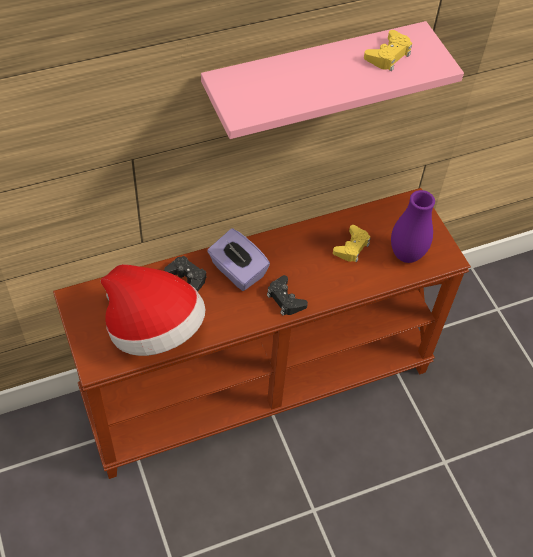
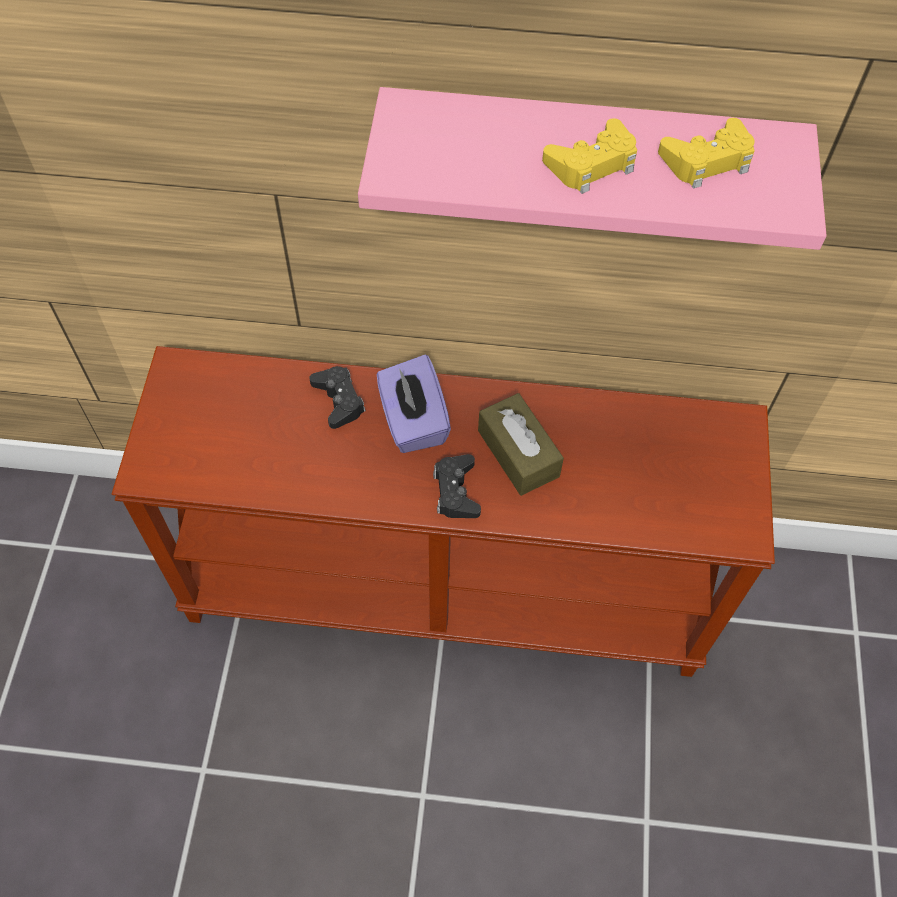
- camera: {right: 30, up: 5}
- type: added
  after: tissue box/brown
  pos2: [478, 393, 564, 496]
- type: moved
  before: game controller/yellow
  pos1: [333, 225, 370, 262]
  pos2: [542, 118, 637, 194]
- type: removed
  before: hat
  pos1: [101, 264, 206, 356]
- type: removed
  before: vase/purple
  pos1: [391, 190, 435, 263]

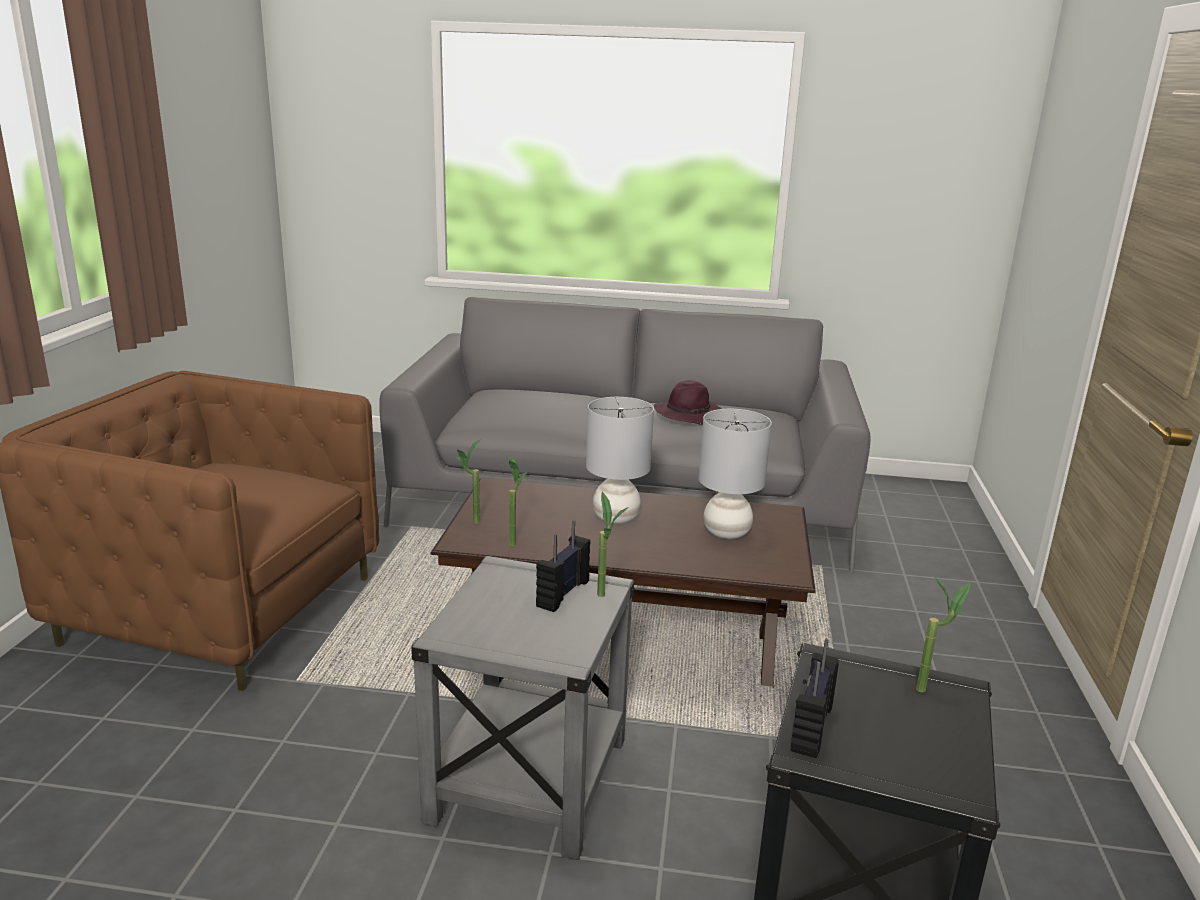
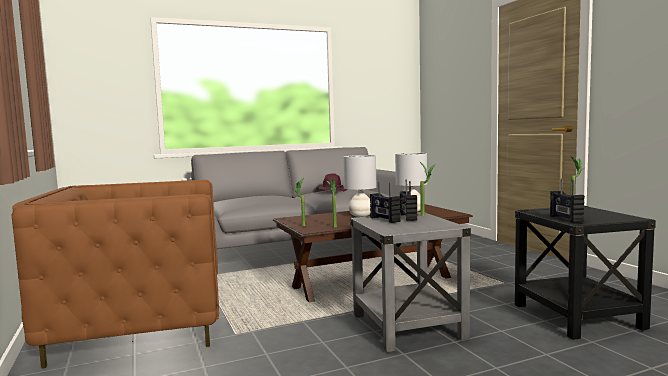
- camera: {right: -30, up: -15}
- type: added
  after: radio
  pos2: [370, 181, 401, 223]

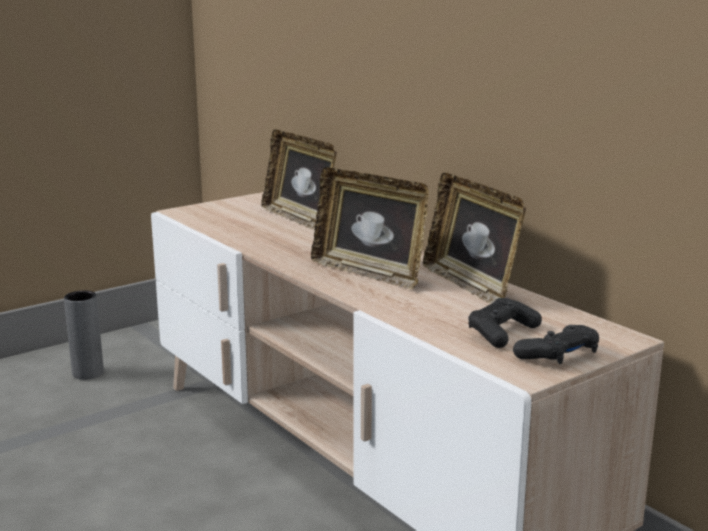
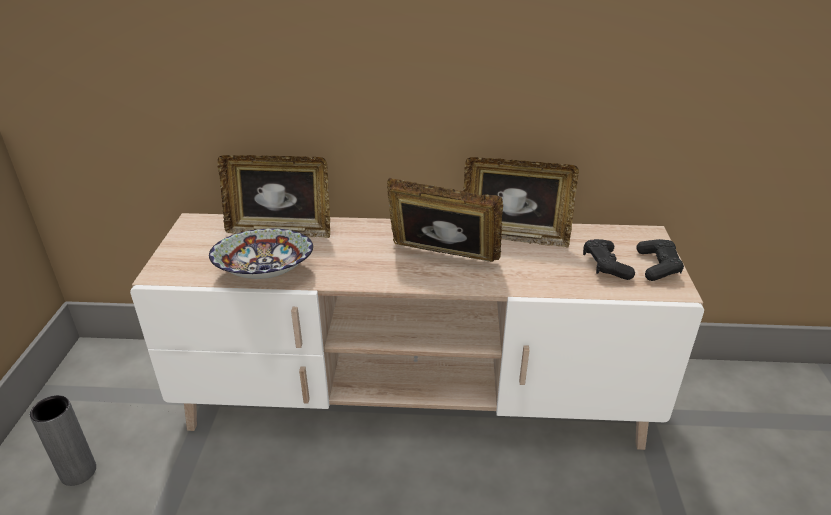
- camera: {right: -50, up: 15}
- type: added
  after: bowl
  pos2: [209, 228, 313, 279]
- type: turned
  before: picture frame
  pos1: [311, 167, 429, 289]
  pos2: [387, 178, 503, 262]
  turn: -150

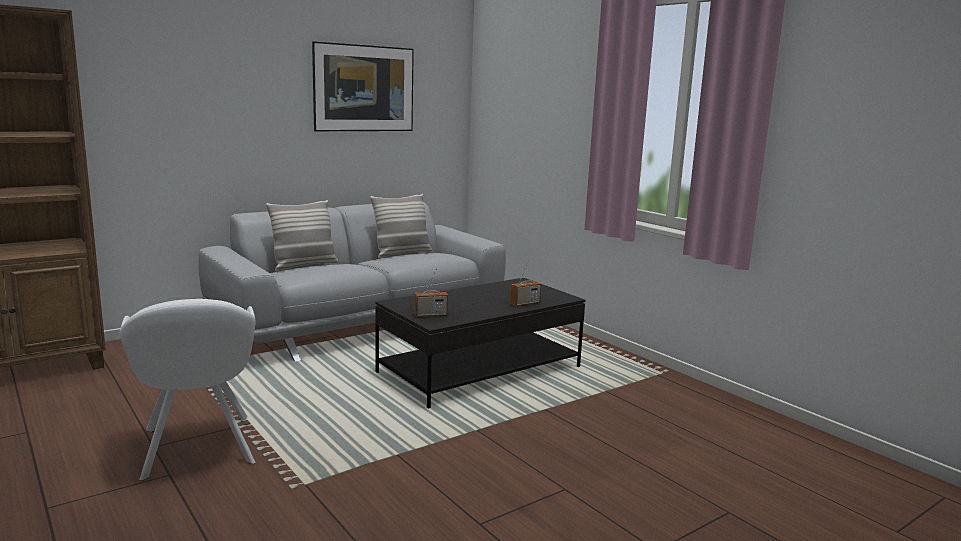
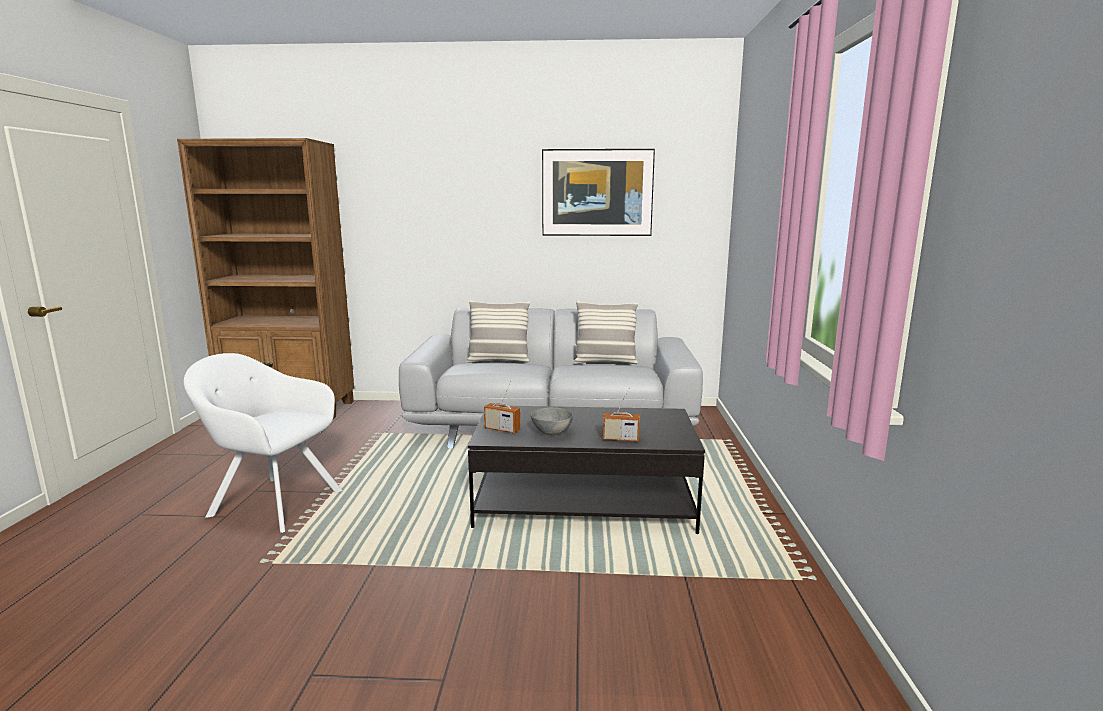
- camera: {right: 40, up: 0}
- type: turned
  before: armchair/white
  pos1: [120, 299, 256, 481]
  pos2: [184, 353, 342, 533]
  turn: 90
- type: added
  after: bowl/grey
  pos2: [531, 407, 573, 435]

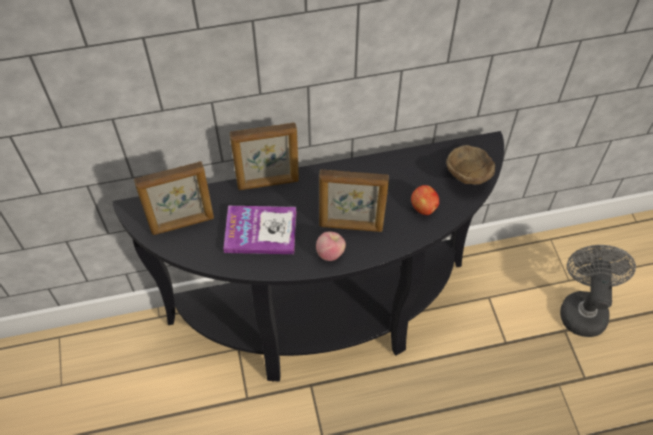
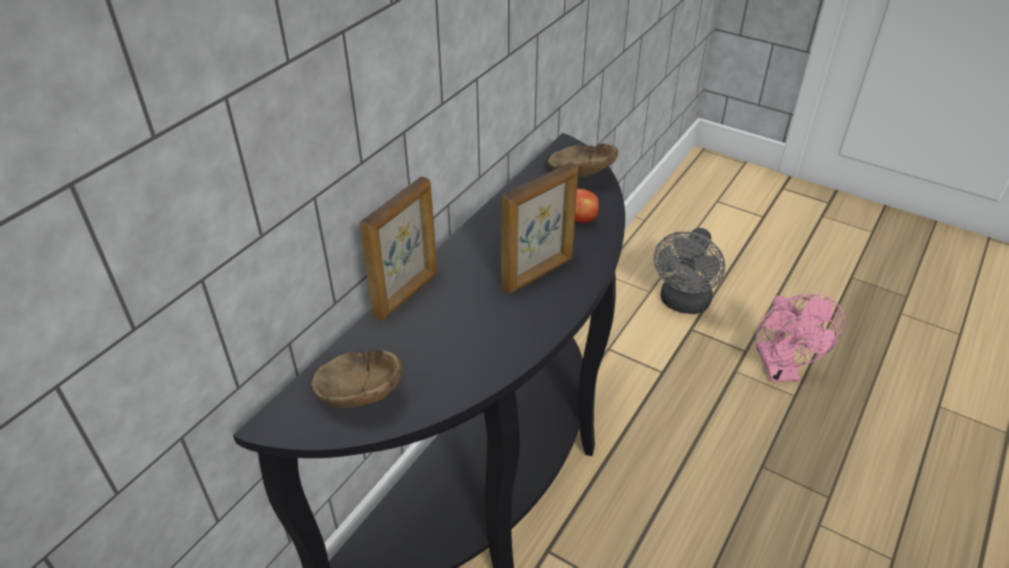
- camera: {right: -45, up: -15}
- type: replaced
  before: picture frame
  after: bowl/brown
  pos1: [134, 161, 214, 235]
  pos2: [311, 350, 403, 408]
- type: turned
  before: fan/grey
  pos1: [560, 245, 636, 337]
  pos2: [654, 228, 725, 314]
  turn: -120
- type: added
  after: fan/pink
  pos2: [755, 294, 845, 382]
- type: removed
  before: book
  pos1: [223, 206, 296, 254]
- type: removed
  before: apple
  pos1: [316, 231, 346, 261]

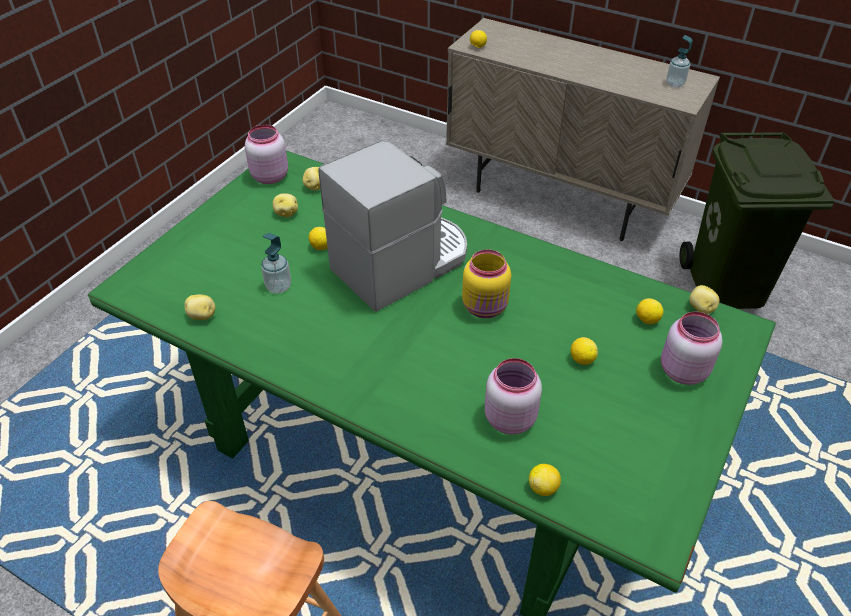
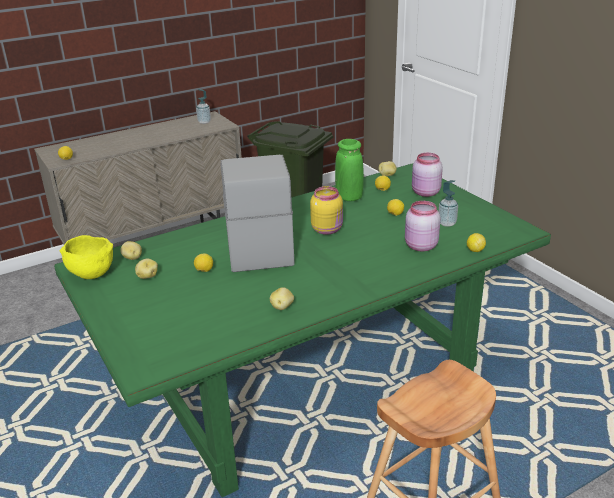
- camera: {right: -60, up: -15}
- type: replaced
  before: jar/pink
  after: bowl/yellow
  pos1: [245, 124, 288, 184]
  pos2: [60, 235, 113, 279]
- type: moved
  before: potato
  pos1: [184, 294, 216, 320]
  pos2: [270, 287, 294, 310]
- type: added
  after: vase/green
  pos2: [335, 139, 364, 201]
- type: moved
  before: soap dispenser
  pos1: [261, 233, 291, 293]
  pos2: [439, 180, 458, 227]

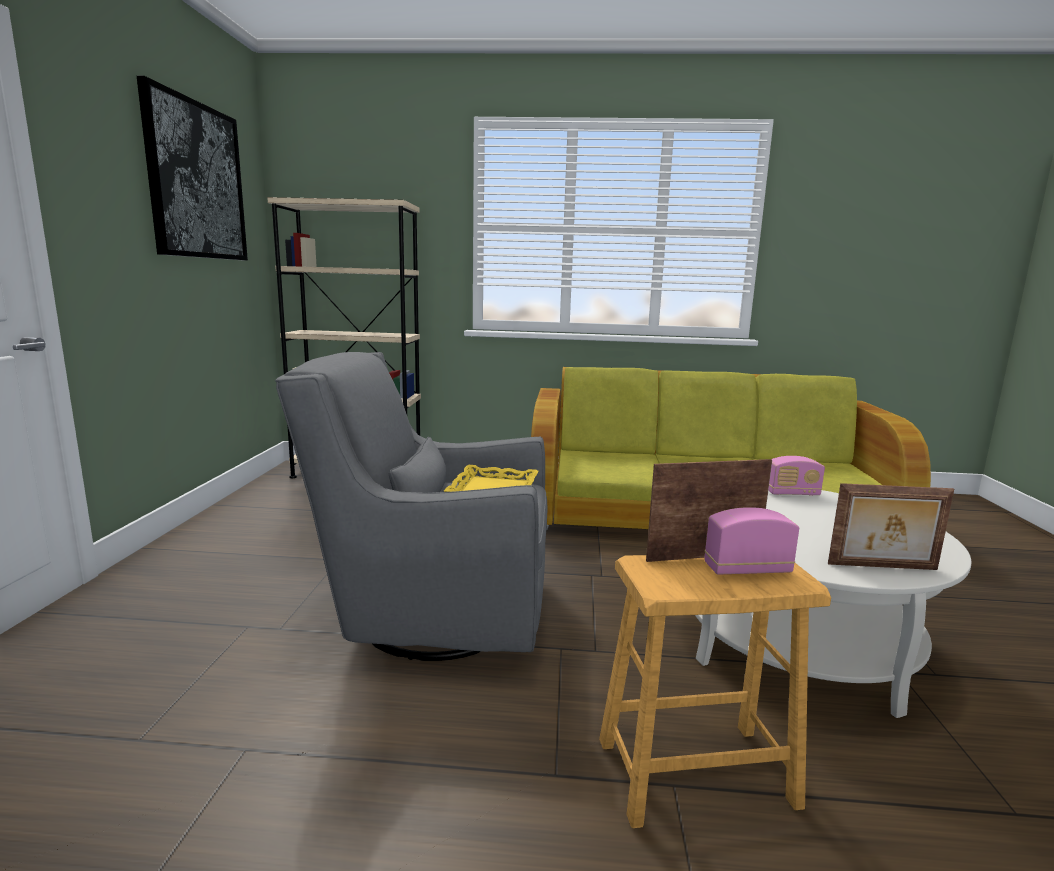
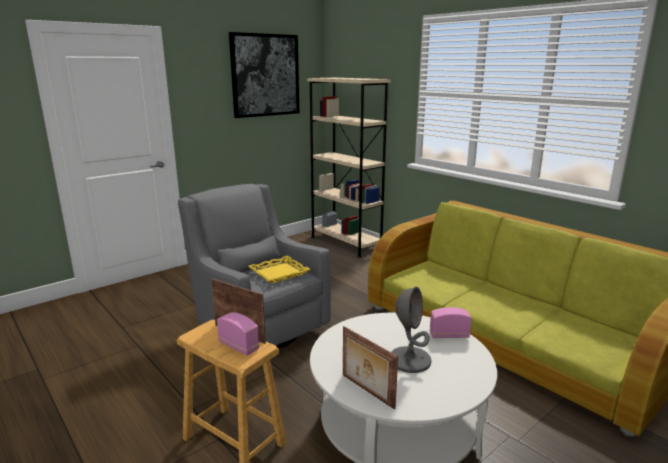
- camera: {right: 45, up: 5}
- type: added
  after: table lamp/grey
  pos2: [391, 287, 432, 373]
- type: turned
  before: radio
  pos1: [768, 456, 825, 496]
  pos2: [430, 307, 472, 338]
  turn: 135

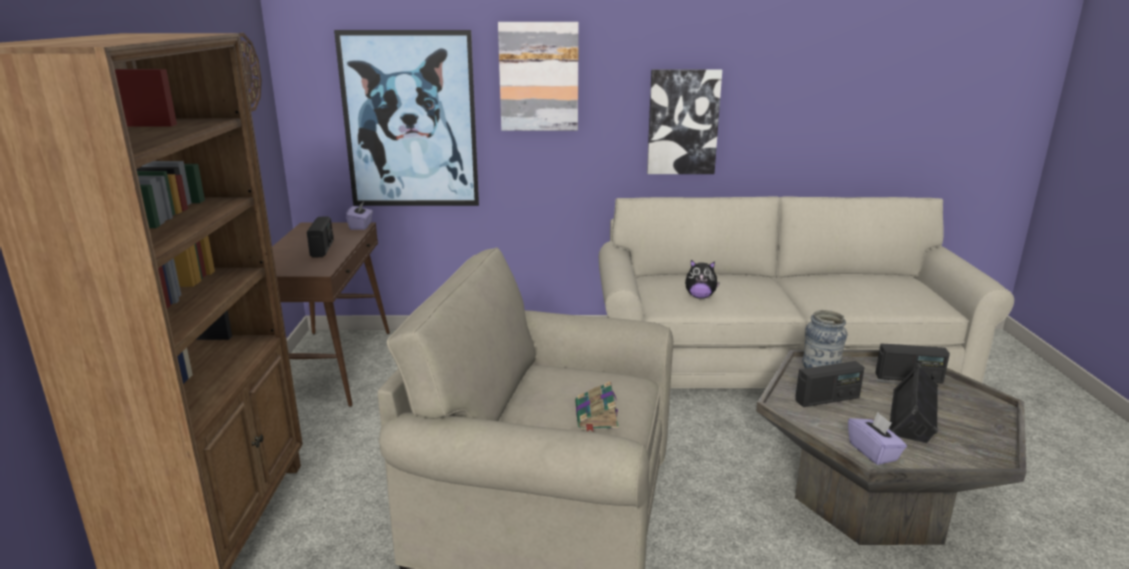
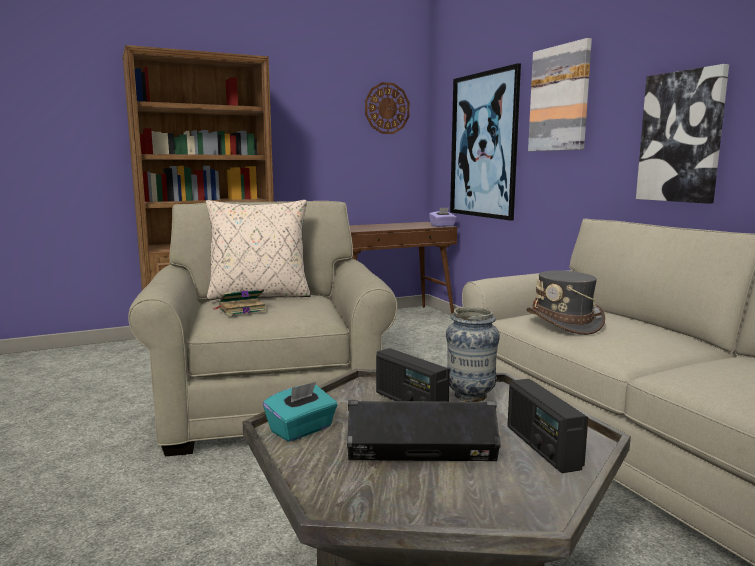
- camera: {right: 65, up: -10}
- type: added
  after: pillow/beige
  pos2: [206, 200, 311, 300]
- type: recoloured
  before: tissue box/purple
  after: tissue box/turquoise
  pos1: [848, 412, 907, 465]
  pos2: [263, 382, 337, 442]
- type: replaced
  before: plush toy
  after: hat/grey
  pos1: [685, 260, 720, 299]
  pos2: [526, 271, 605, 335]
- type: removed
  before: radio
  pos1: [307, 216, 334, 258]

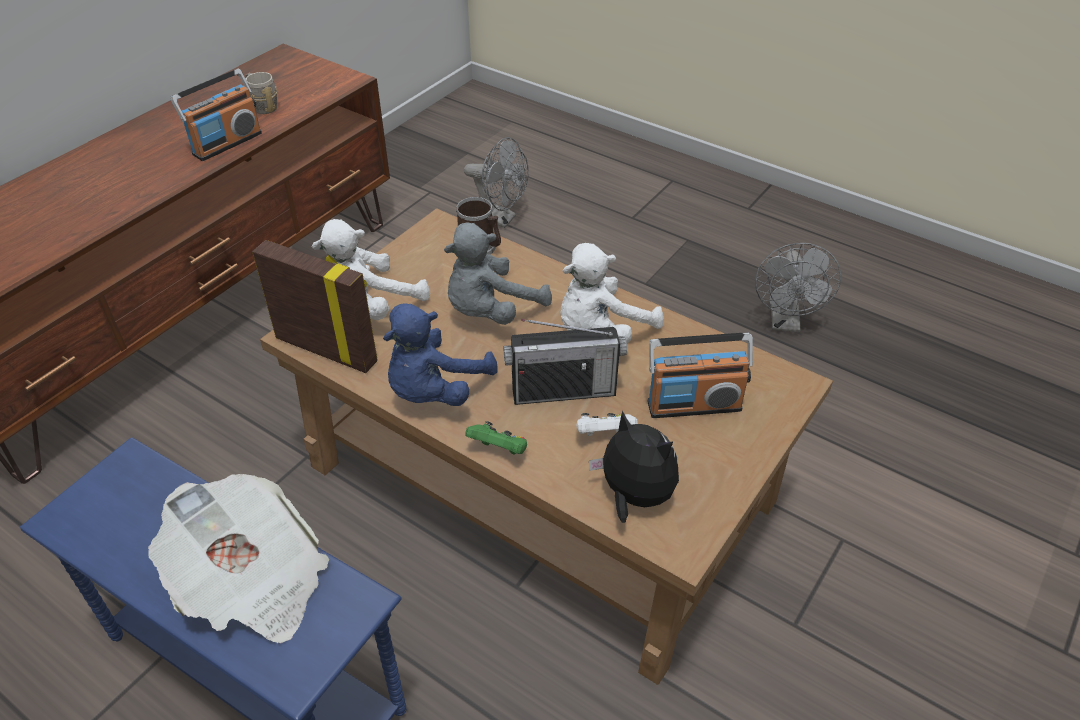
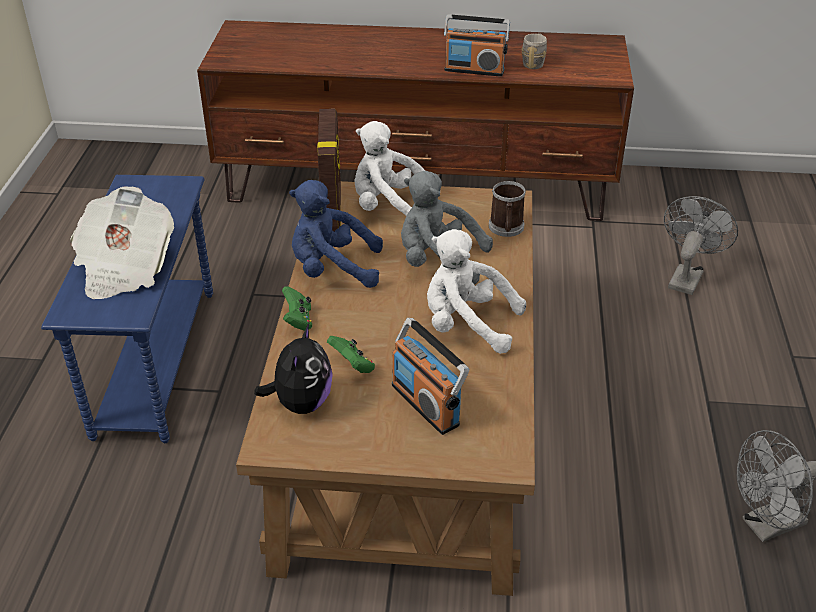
- camera: {right: 60, up: -5}
- type: recoloured
  before: game controller/white
  after: game controller/green
  pos1: [576, 413, 638, 436]
  pos2: [327, 336, 375, 373]
- type: turned
  before: fan/grey
  pos1: [464, 137, 529, 228]
  pos2: [664, 196, 738, 295]
  turn: -150
- type: removed
  before: radio
  pos1: [504, 319, 627, 405]

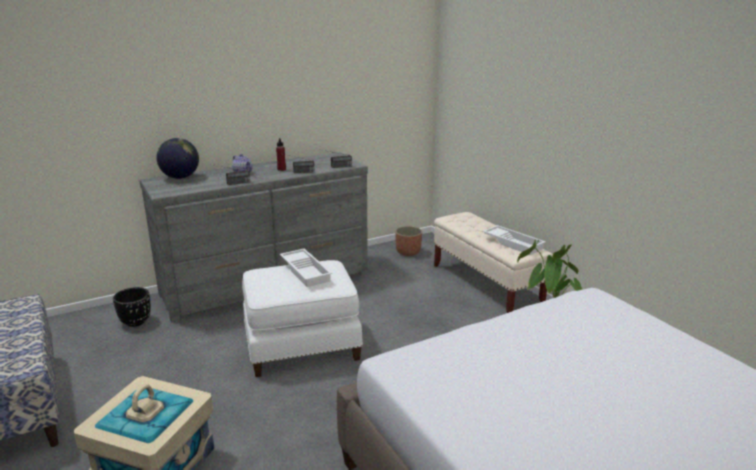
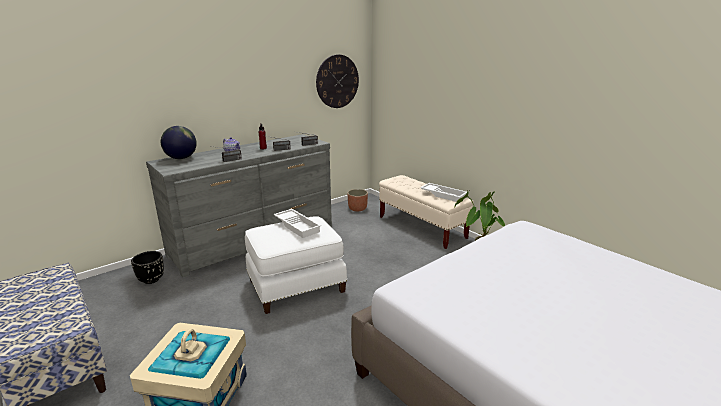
- camera: {right: -10, up: 0}
- type: added
  after: wall clock
  pos2: [316, 54, 359, 108]

